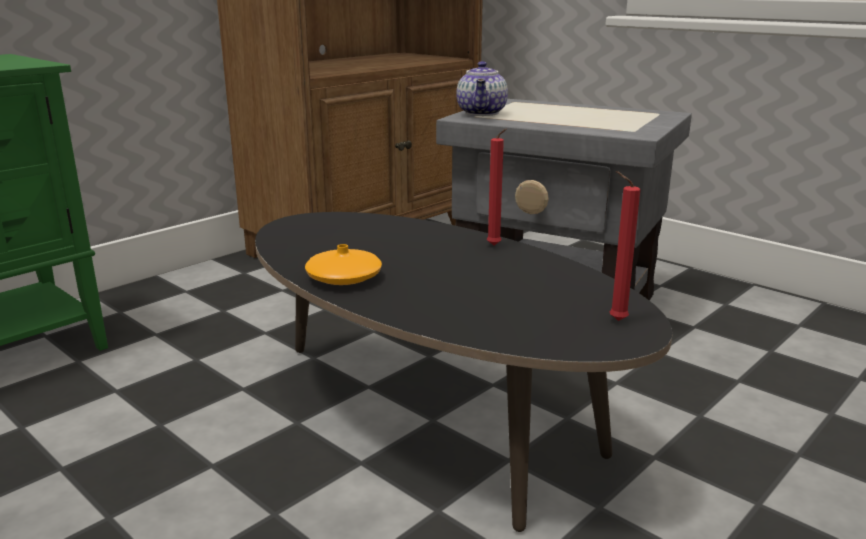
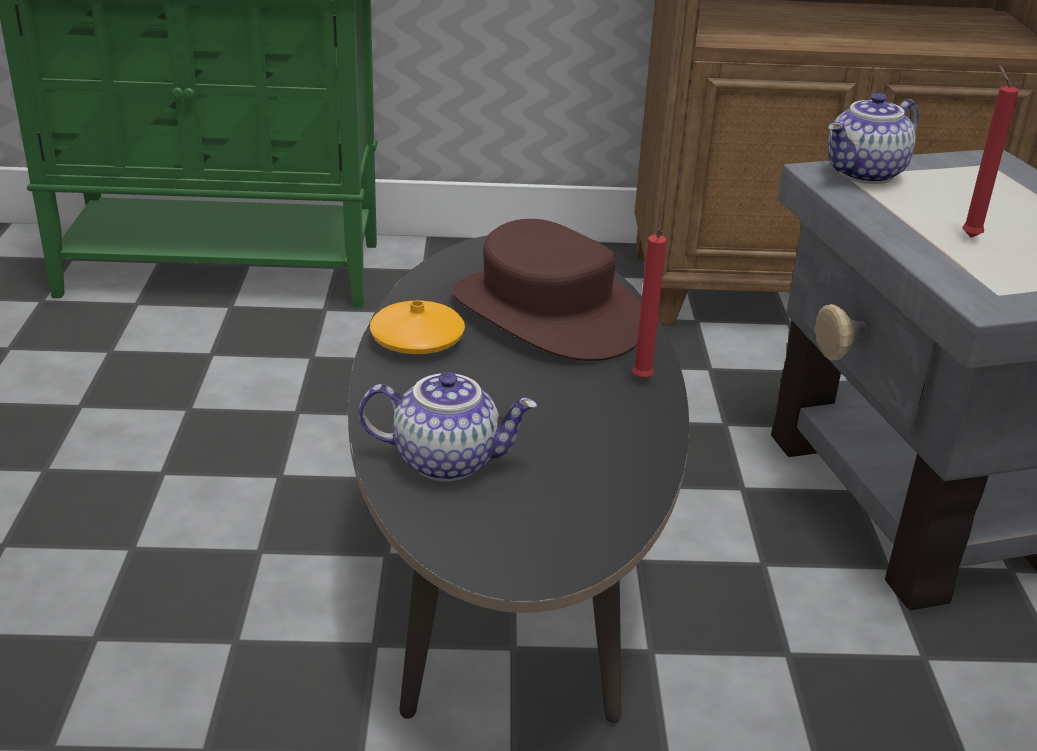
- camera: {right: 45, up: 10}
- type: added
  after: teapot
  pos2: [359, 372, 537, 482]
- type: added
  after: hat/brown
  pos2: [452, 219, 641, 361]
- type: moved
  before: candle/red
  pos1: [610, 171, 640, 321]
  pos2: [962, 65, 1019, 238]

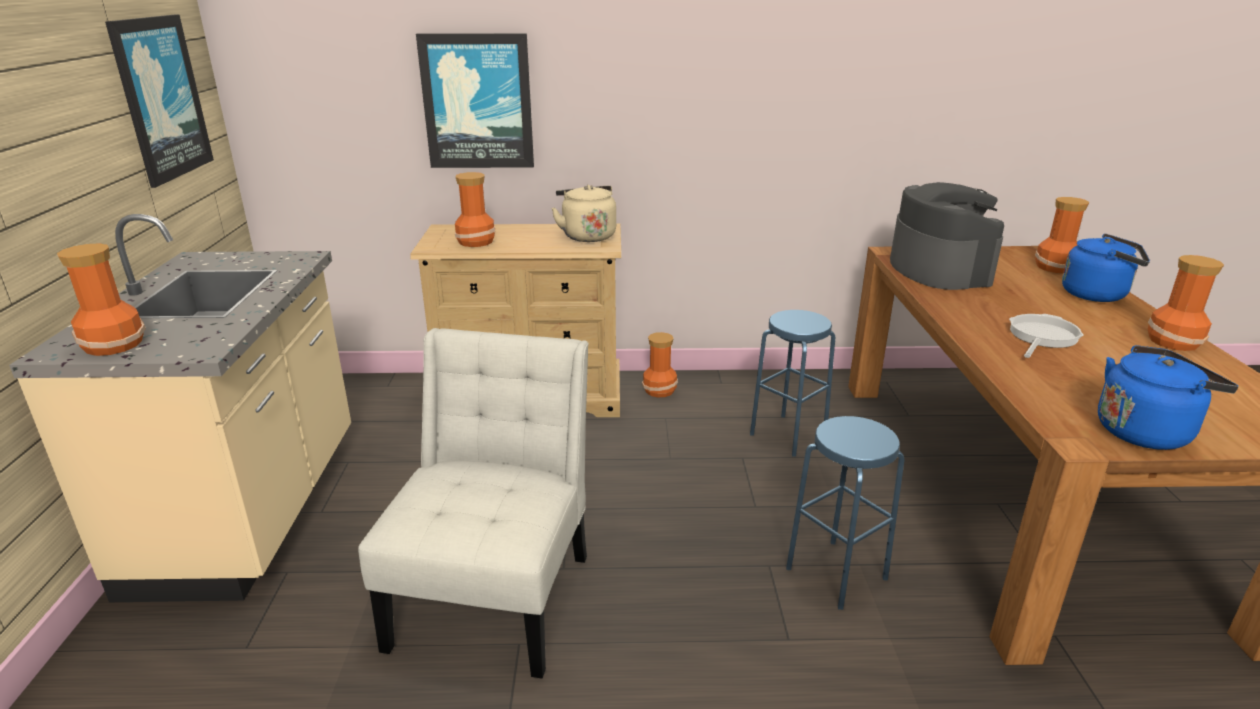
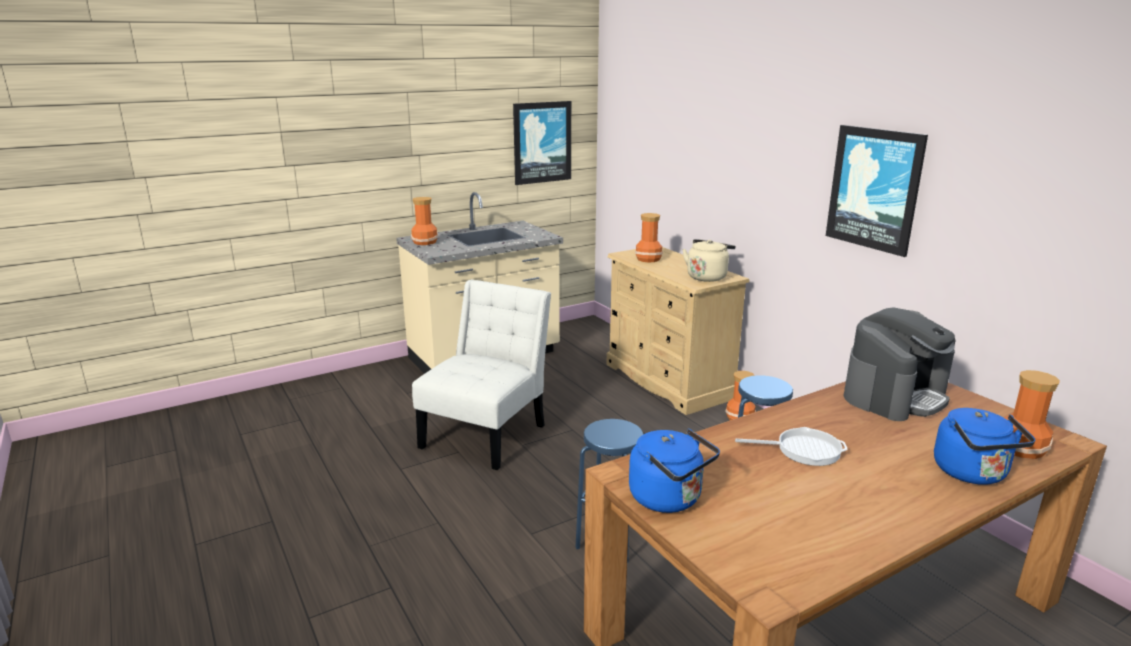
- camera: {right: 60, up: -5}
- type: turned
  before: chair/white
  pos1: [358, 328, 589, 679]
  pos2: [412, 280, 551, 470]
  turn: -45
- type: moved
  before: picture
  pos1: [416, 33, 534, 168]
  pos2: [826, 125, 928, 257]
- type: removed
  before: vase
  pos1: [1148, 255, 1224, 351]

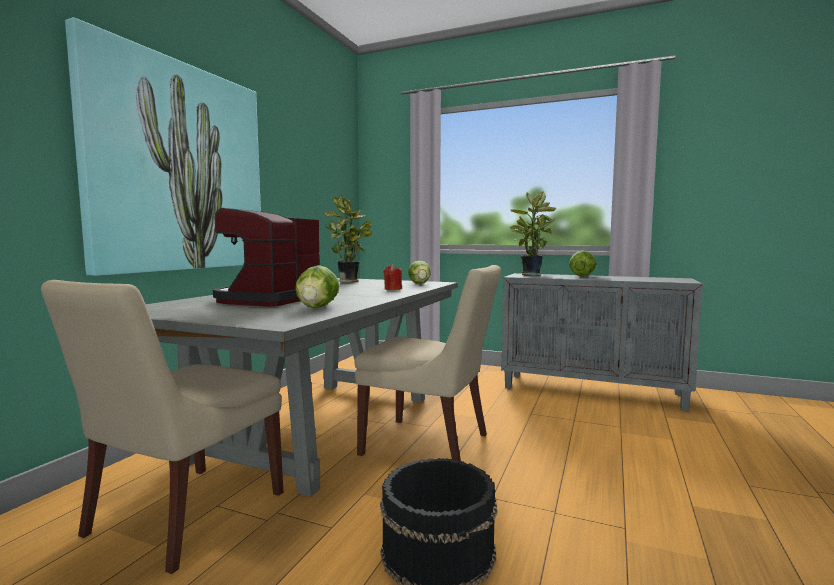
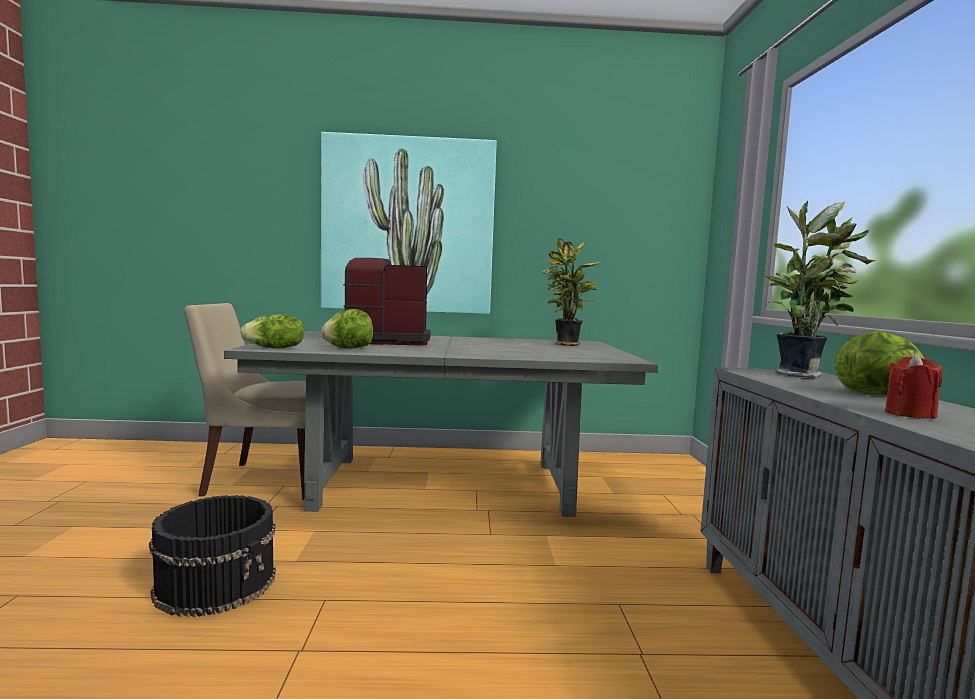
- camera: {right: 65, up: 0}
- type: moved
  before: lettuce
  pos1: [408, 261, 431, 284]
  pos2: [240, 314, 304, 349]
- type: moved
  before: candle/red
  pos1: [383, 265, 402, 290]
  pos2: [885, 354, 943, 419]
- type: removed
  before: chair/beige
  pos1: [354, 265, 501, 461]

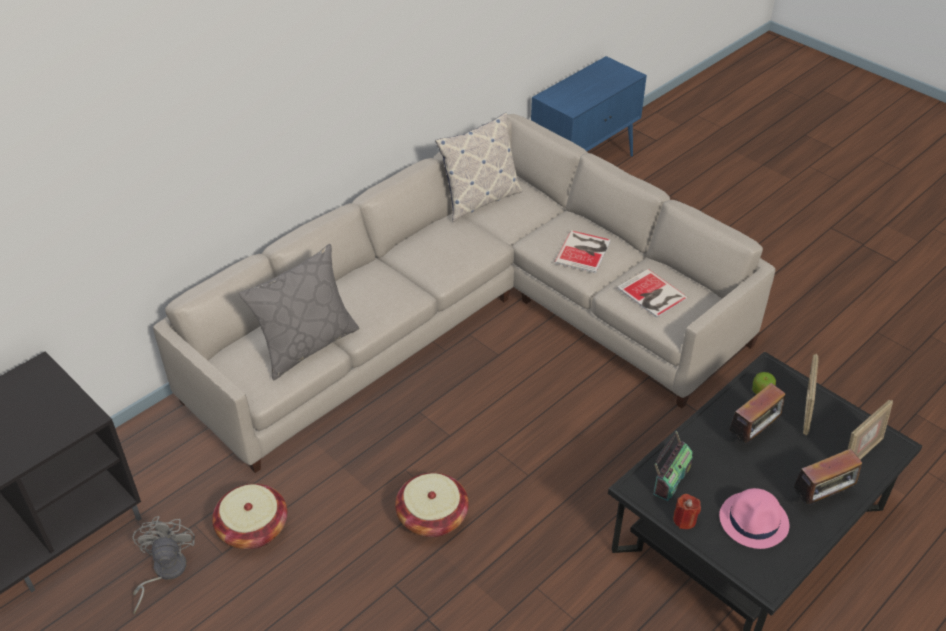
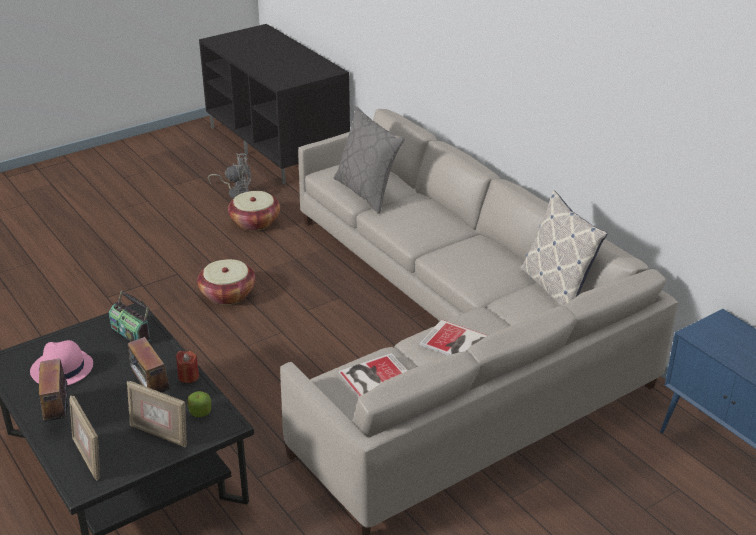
- camera: {right: 100, up: -10}
- type: moved
  before: candle/red
  pos1: [673, 494, 701, 529]
  pos2: [175, 351, 199, 383]

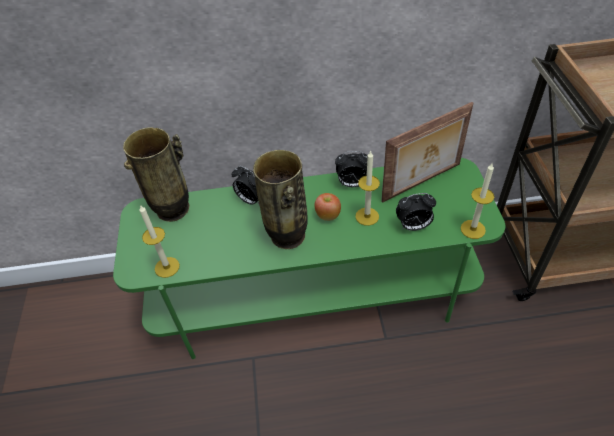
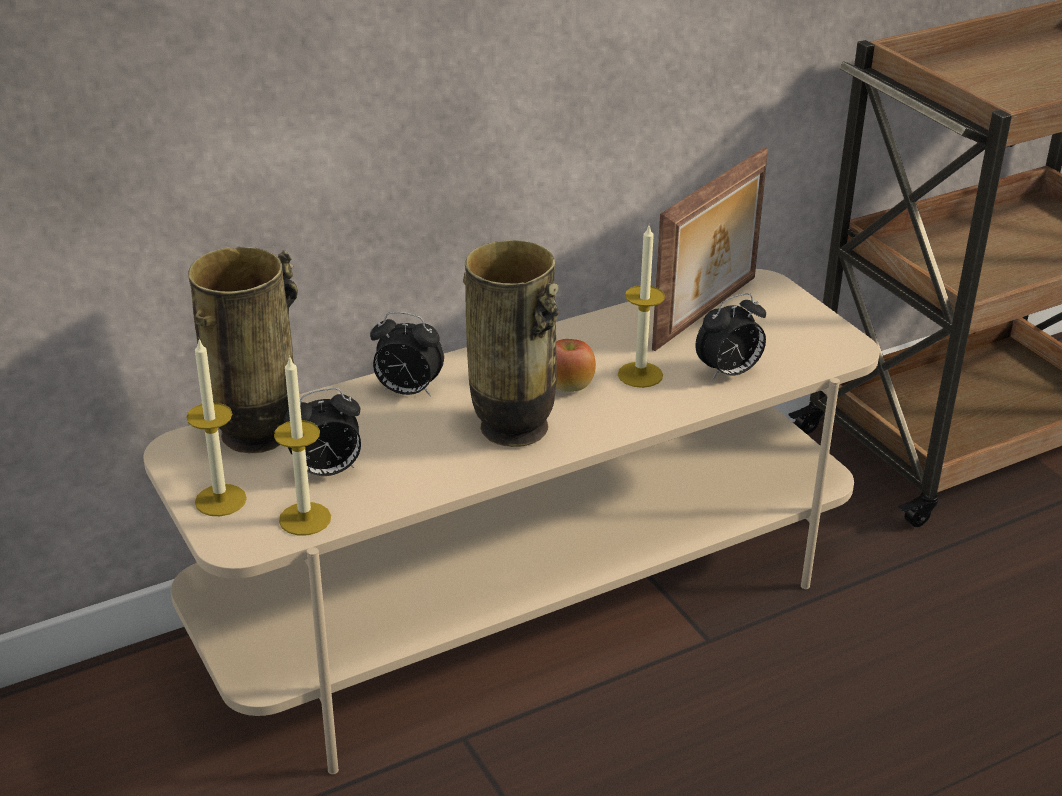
- camera: {right: -25, up: -15}
- type: recoloured
  before: tv stand/green
  after: tv stand/beige
  pos1: [113, 158, 505, 359]
  pos2: [143, 269, 880, 774]
- type: moved
  before: candle
  pos1: [461, 164, 494, 239]
  pos2: [186, 339, 247, 516]
- type: moved
  before: alarm clock
  pos1: [335, 151, 368, 187]
  pos2: [284, 388, 361, 476]

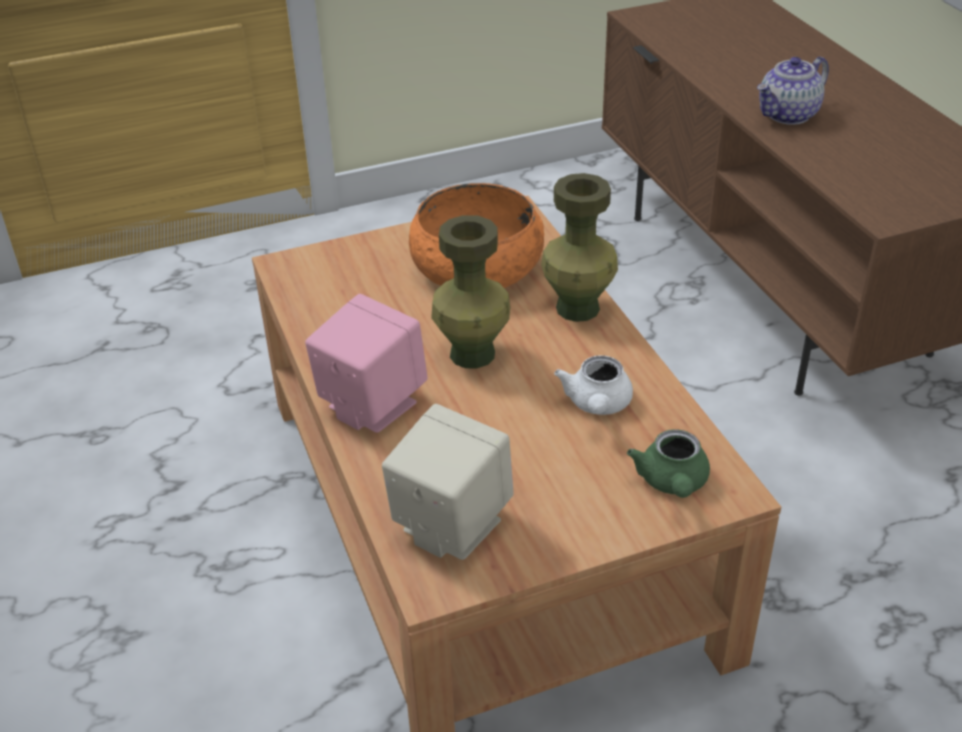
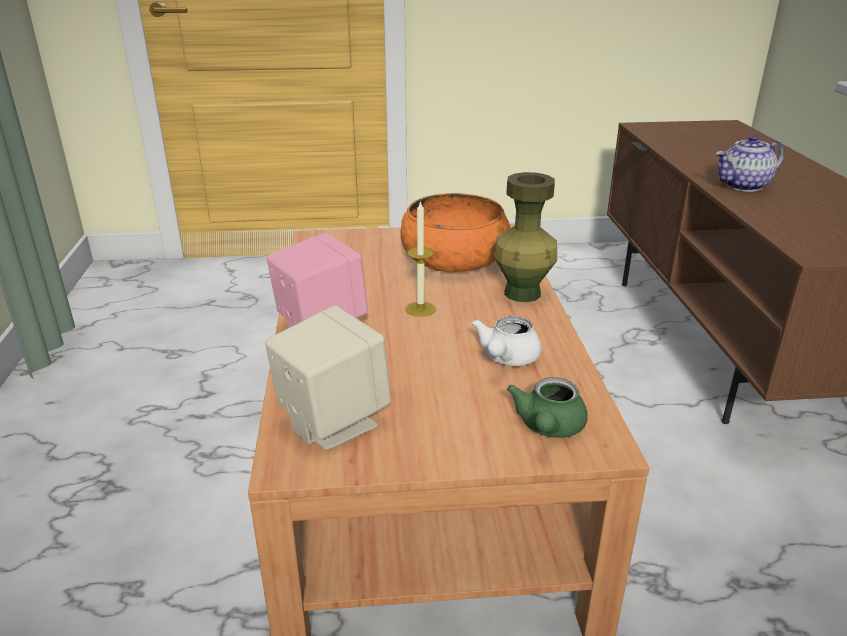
- camera: {right: 15, up: -10}
- type: replaced
  before: vase/green
  after: candle
  pos1: [431, 215, 510, 369]
  pos2: [406, 200, 436, 317]

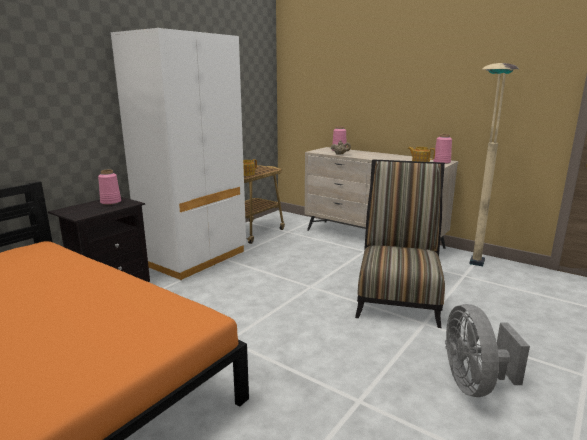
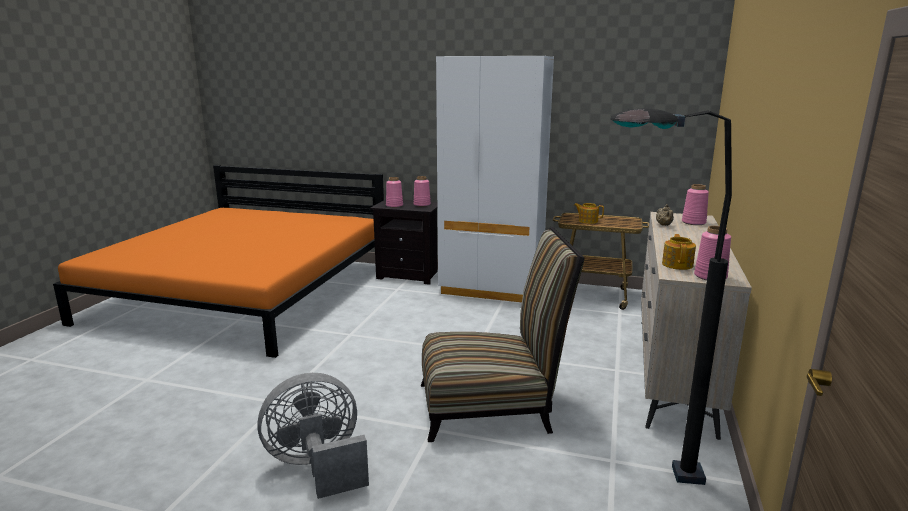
- camera: {right: 70, up: 0}
- type: added
  after: vase/pink
  pos2: [386, 177, 403, 208]
- type: recoloured
  before: floor lamp/beige
  after: floor lamp/black
  pos1: [469, 63, 519, 266]
  pos2: [610, 109, 732, 485]

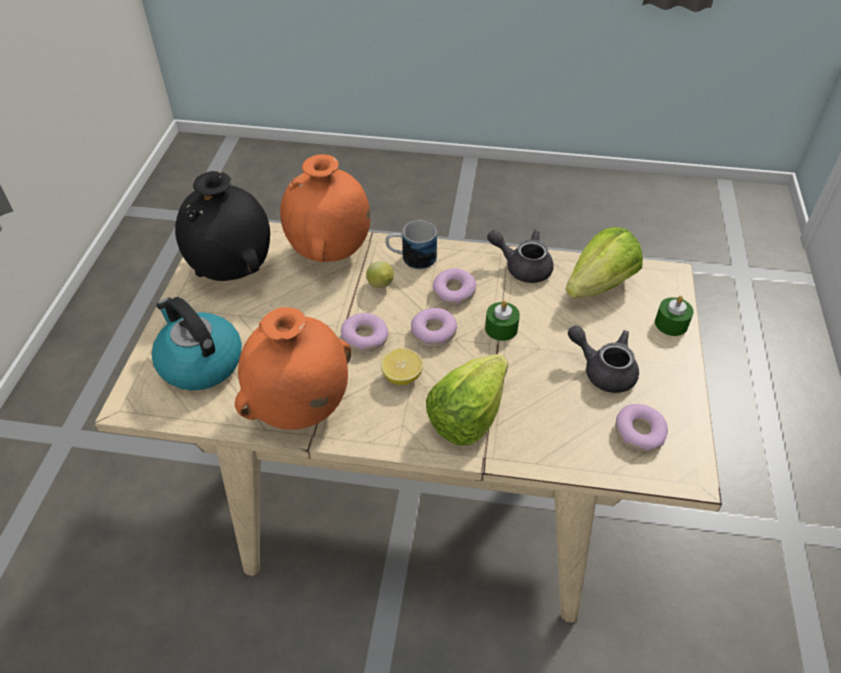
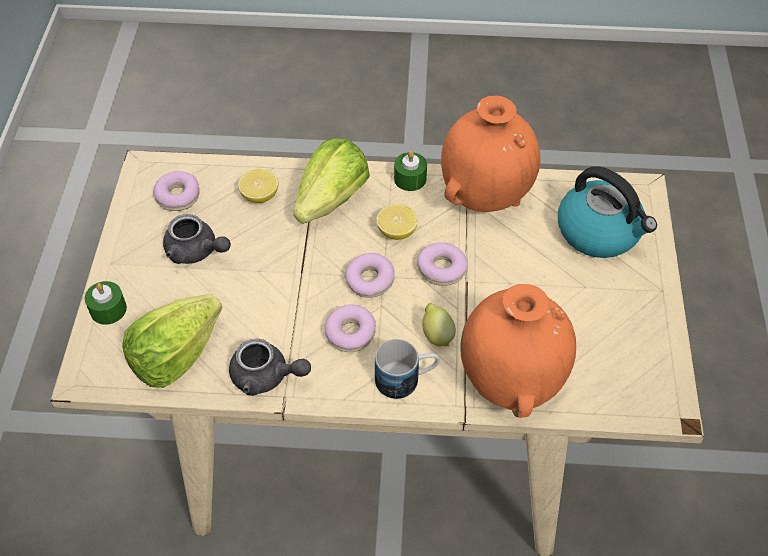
- camera: {right: 175, up: 5}
- type: added
  after: lemon
  pos2: [238, 169, 278, 203]
- type: moved
  before: candle/green
  pos1: [485, 301, 520, 341]
  pos2: [394, 151, 427, 191]
- type: removed
  before: vase/black
  pos1: [175, 171, 270, 281]

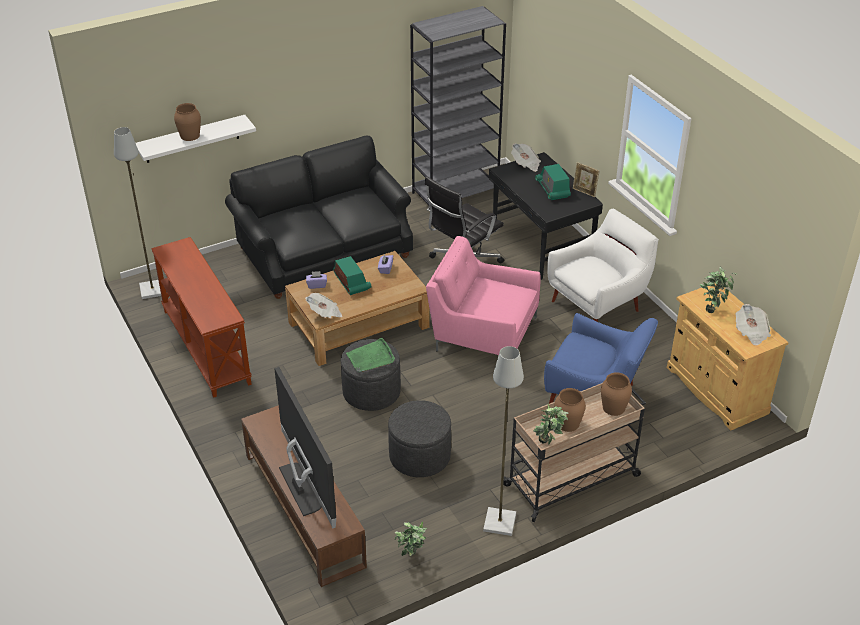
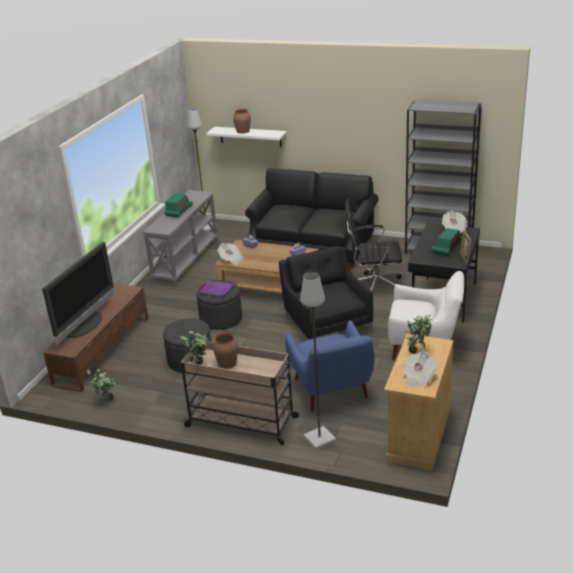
- camera: {right: 50, up: -10}
- type: recoloured
  before: console table/brown
  after: console table/grey
  pos1: [151, 237, 252, 398]
  pos2: [143, 190, 218, 287]
- type: moved
  before: radio
  pos1: [333, 256, 372, 295]
  pos2: [165, 193, 193, 218]
- type: recoloured
  before: tray/green
  after: tray/purple
  pos1: [346, 338, 395, 373]
  pos2: [197, 282, 235, 297]
- type: recoloured
  before: armchair/pink
  after: armchair/black
  pos1: [426, 236, 541, 355]
  pos2: [279, 246, 373, 340]
- type: moved
  before: floor lamp/grey
  pos1: [483, 346, 524, 536]
  pos2: [300, 272, 336, 450]
- type: removed
  before: vase/brown
  pos1: [601, 372, 632, 416]

